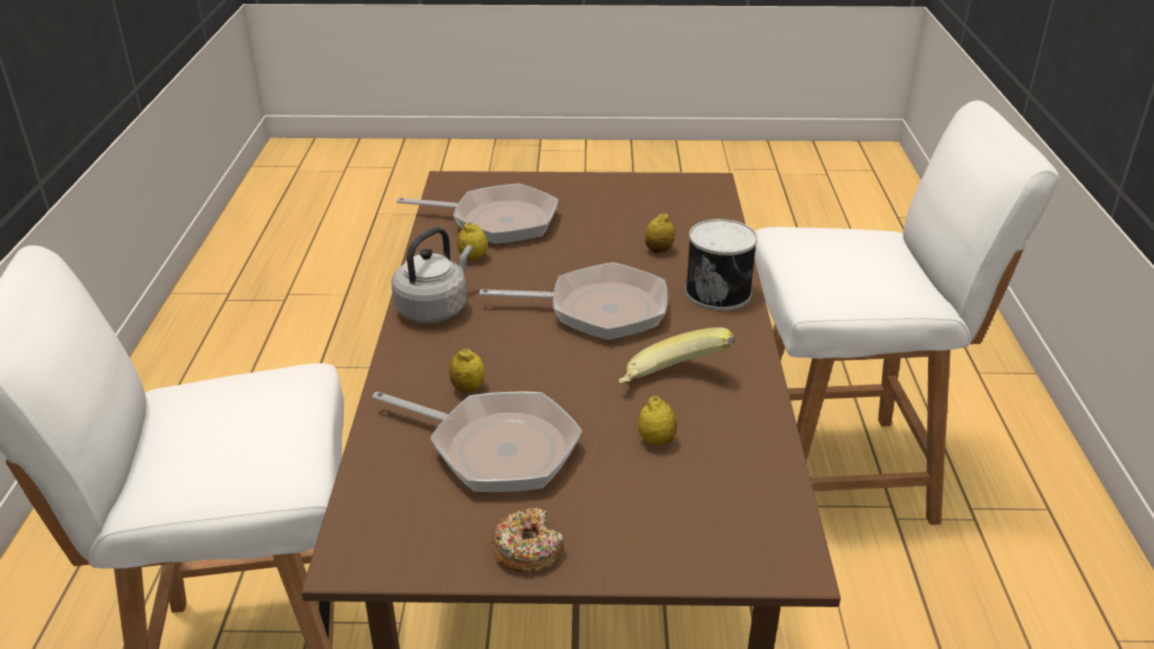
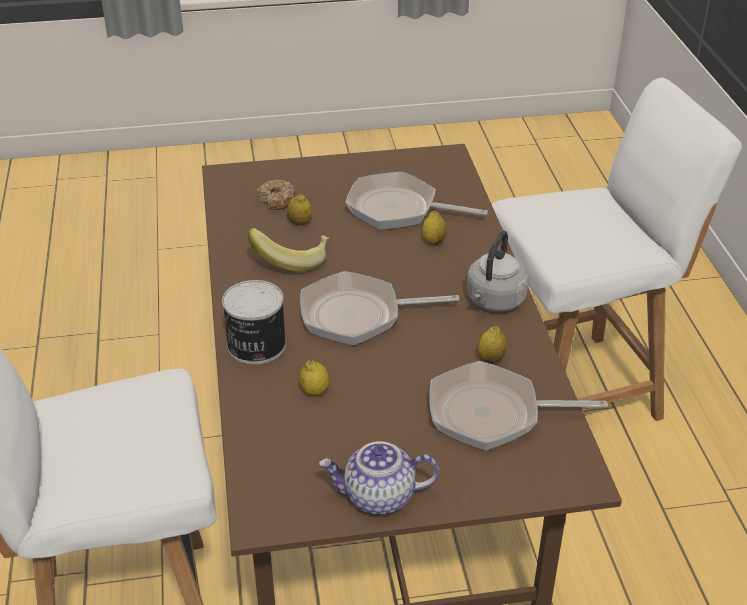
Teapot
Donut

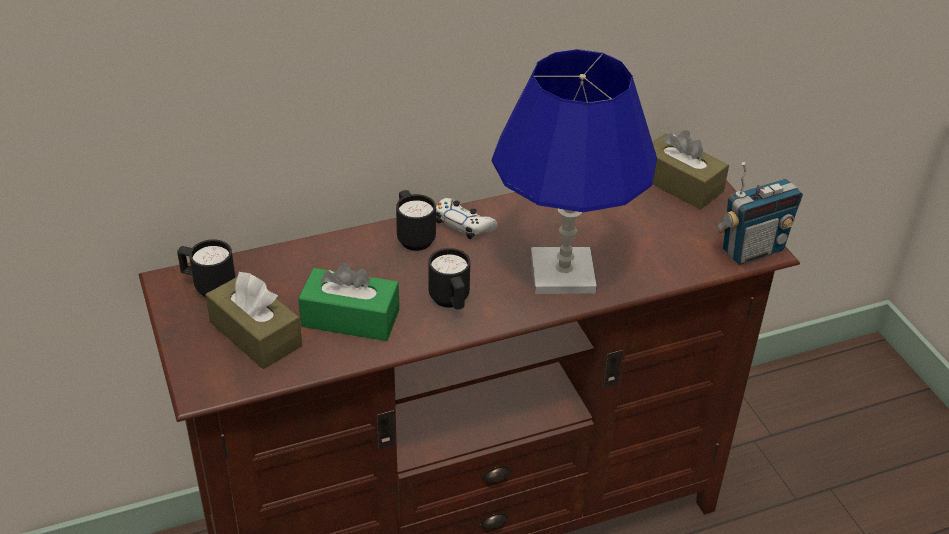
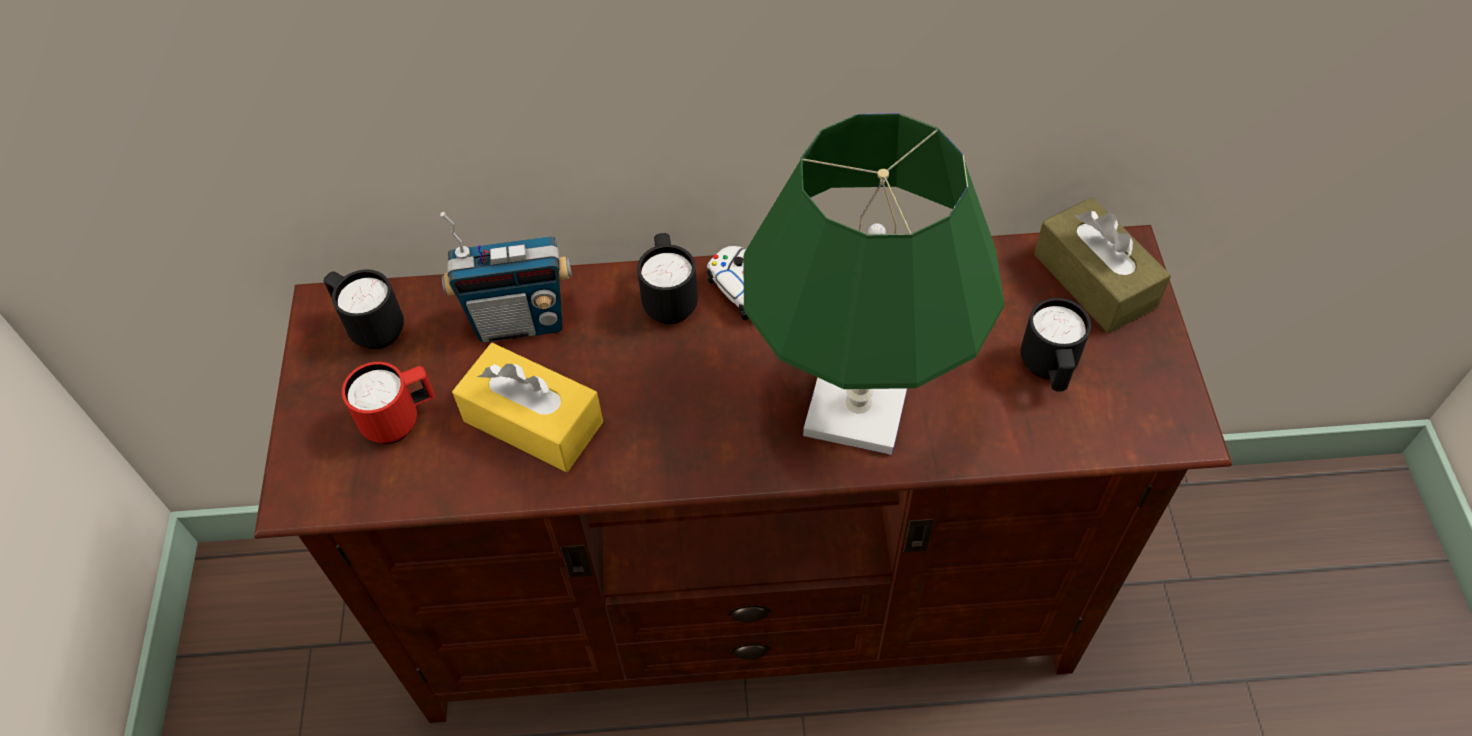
BlackMug (no. 3 from left)
Radio
RedMug
YellowTissueBox
GreenTableLamp

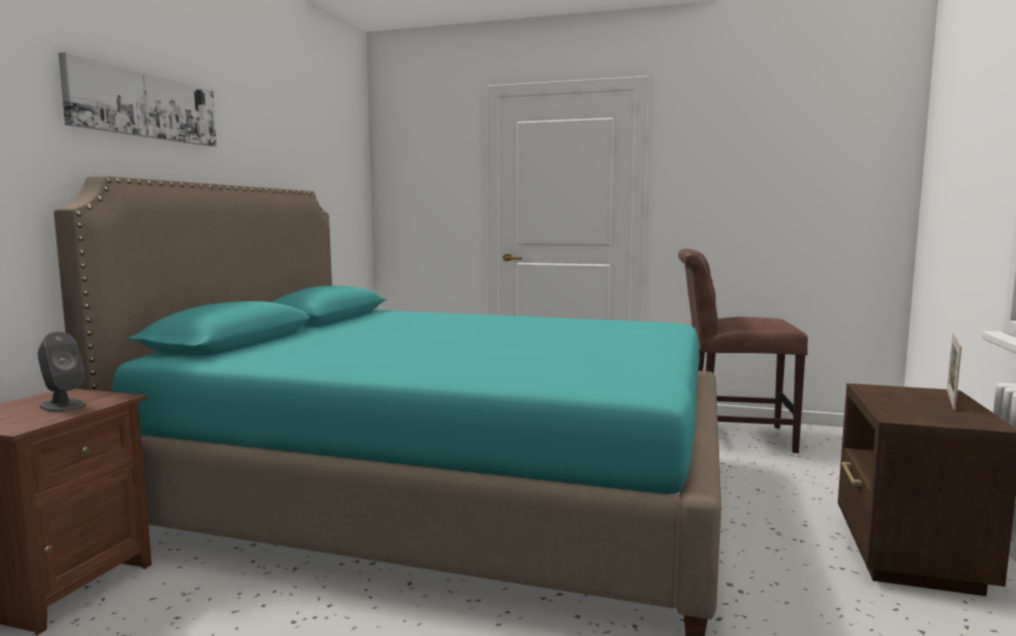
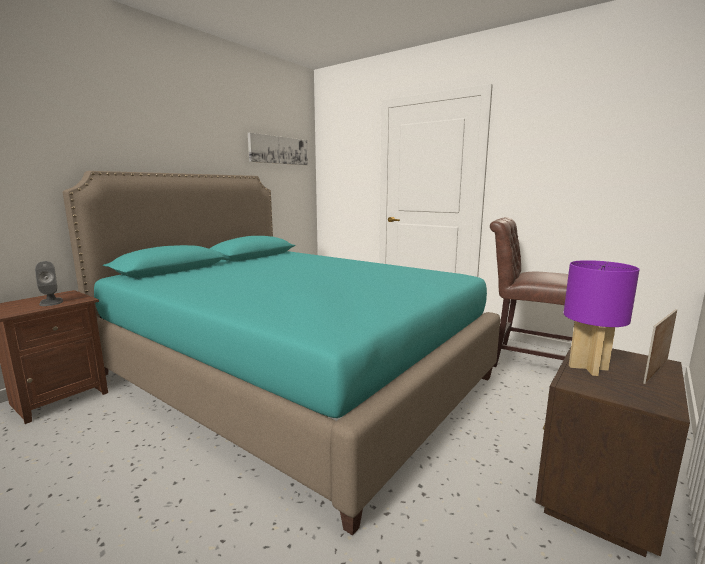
PurpleTableLamp
Picture

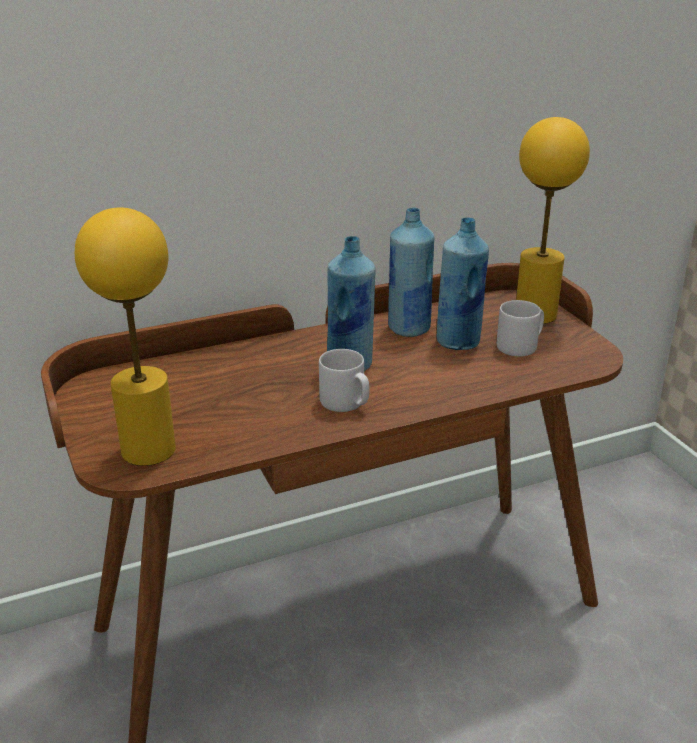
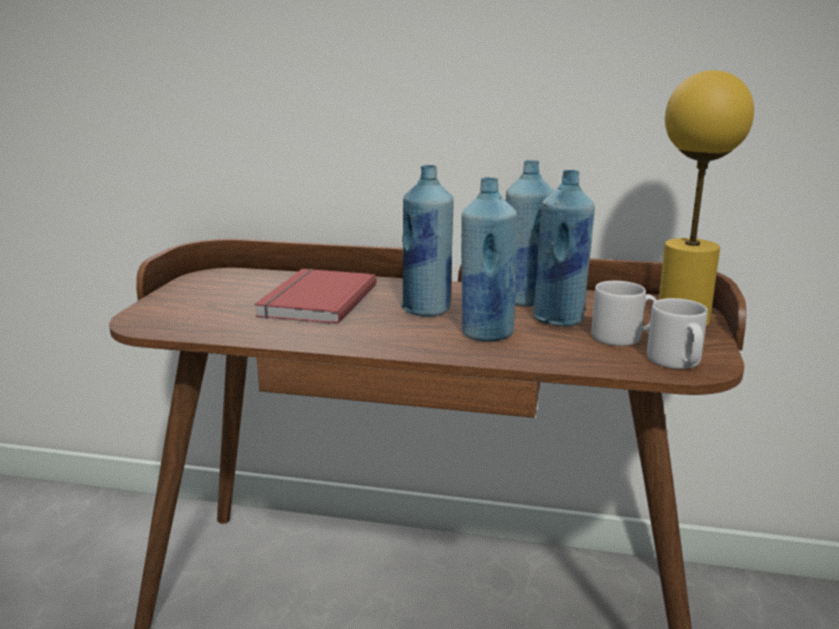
YellowTableLamp (no. 1 from left in the first image)
RedBook
BlueBottle (no. 2 from left)
GreyMug (no. 2 from left)

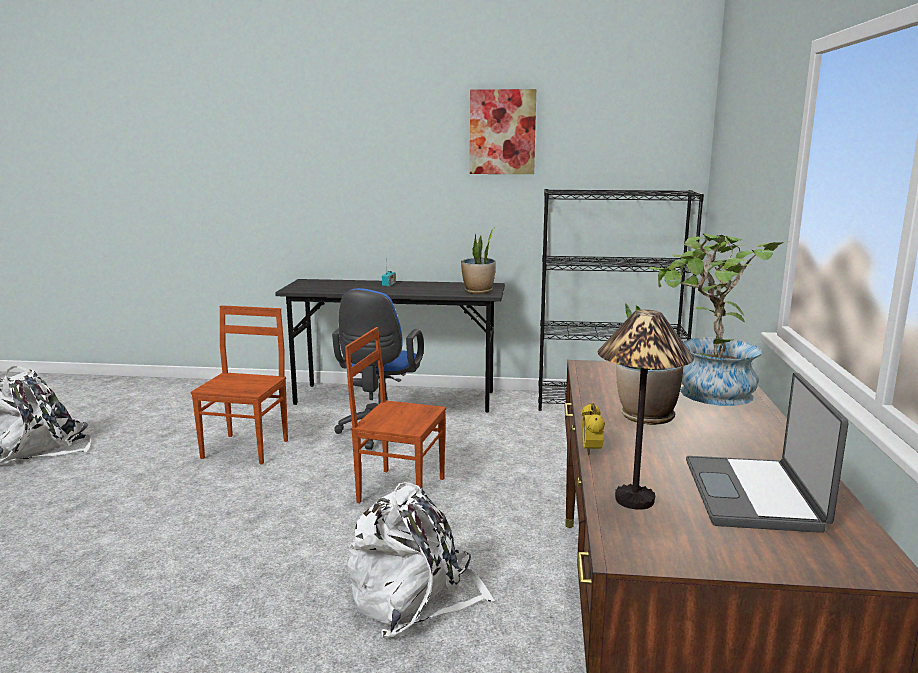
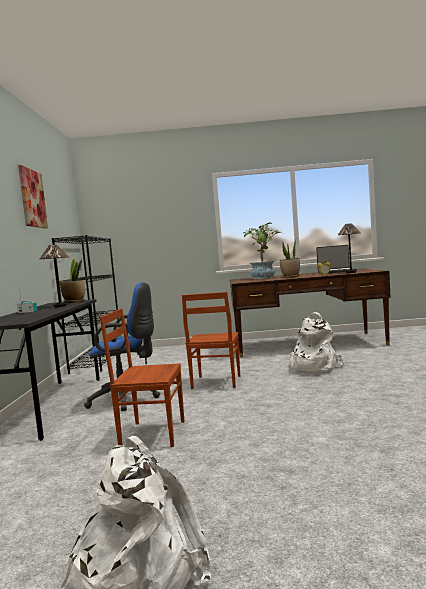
TableLamp (no. 1 from left)

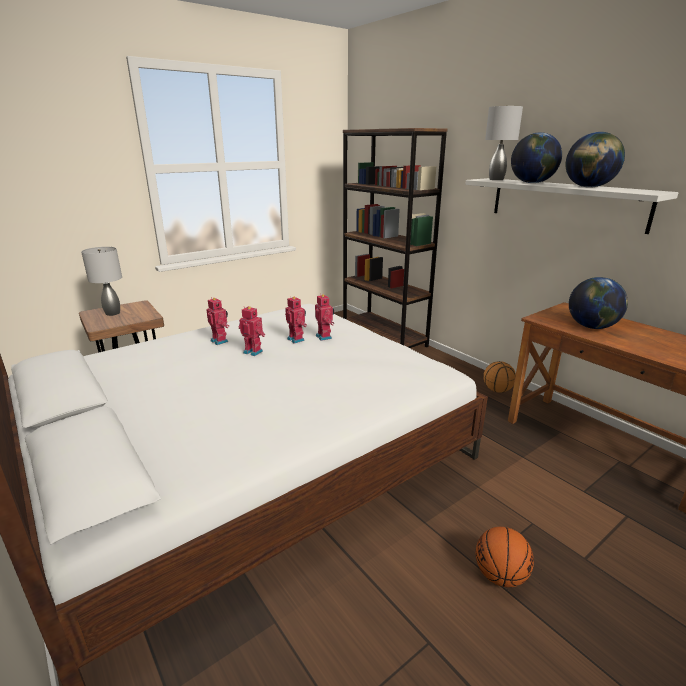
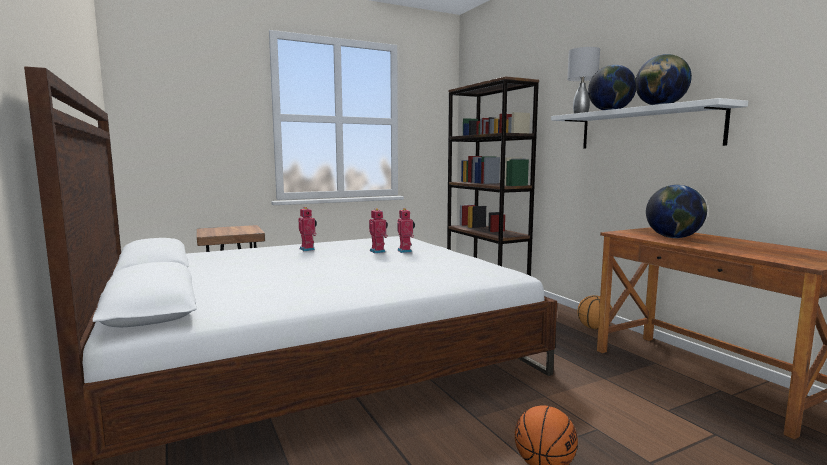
GreyTableLamp (no. 1 from left in the first image)
ToyRobot (no. 2 from left in the first image)

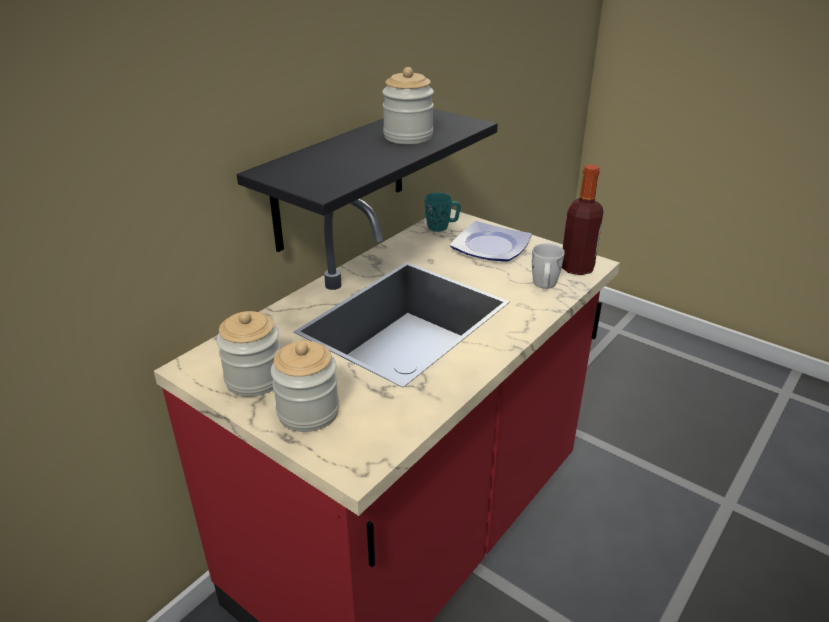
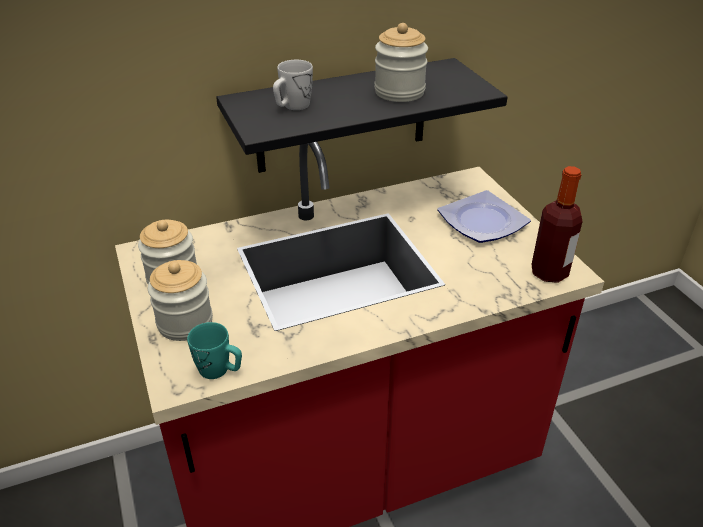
TurquoiseMug
WhiteMug

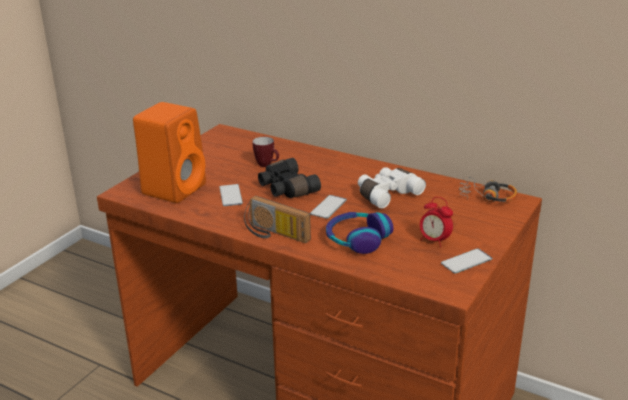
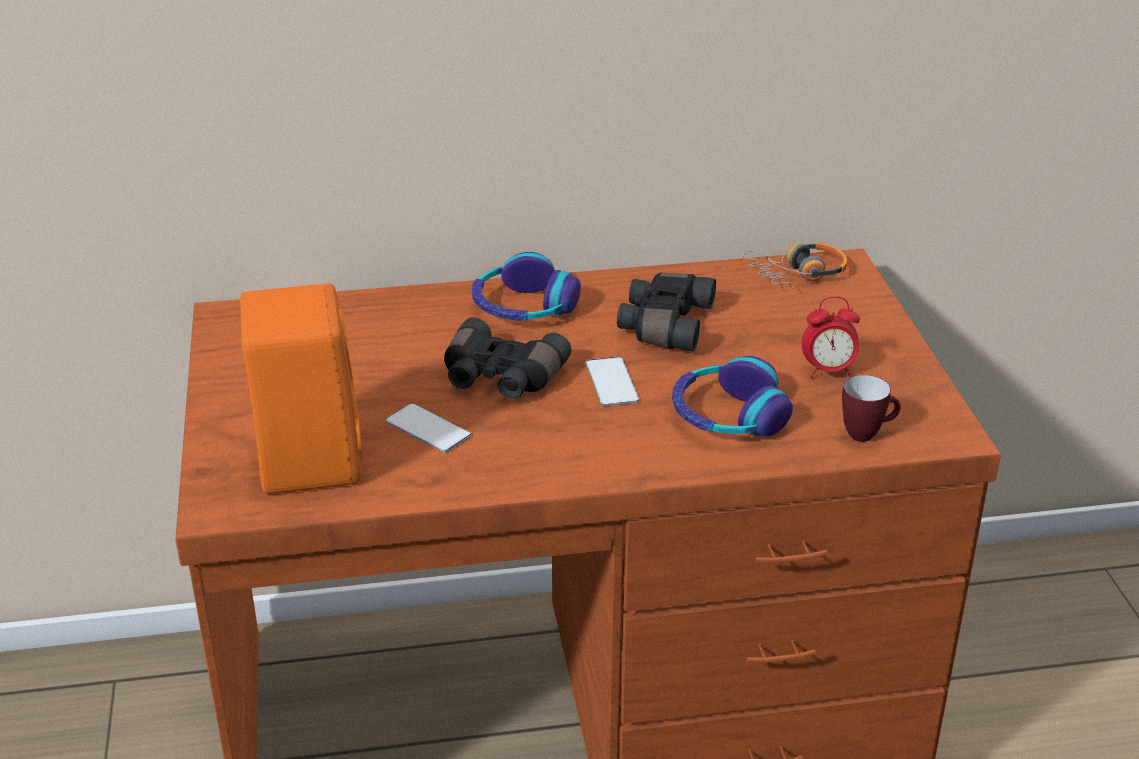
Radio
Phone (no. 3 from left in the first image)
Headphones (no. 1 from left)
Mug
BlackBinoculars (no. 2 from left)

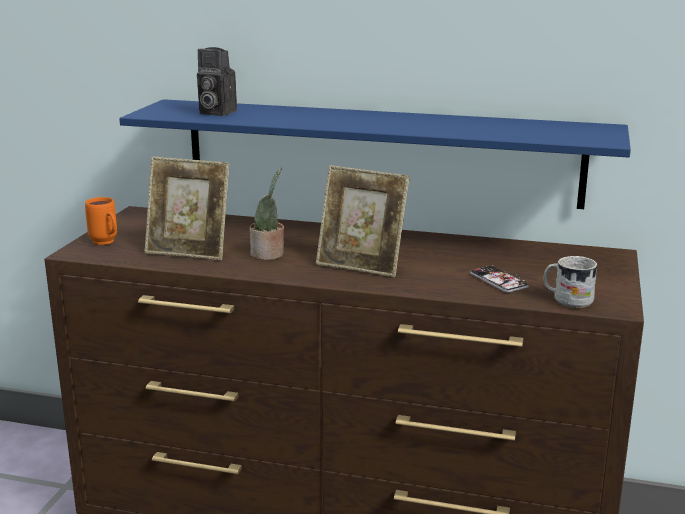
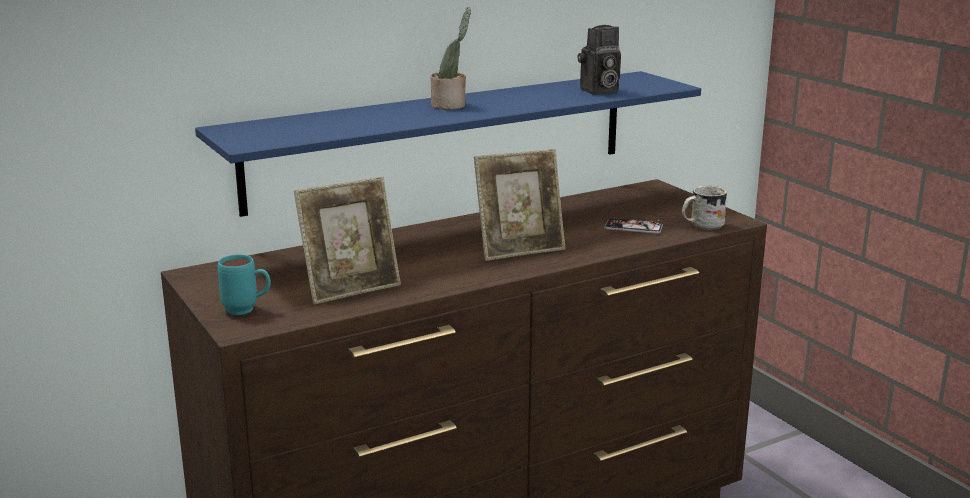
PhotoCamera
PottedPlant
TurquoiseMug

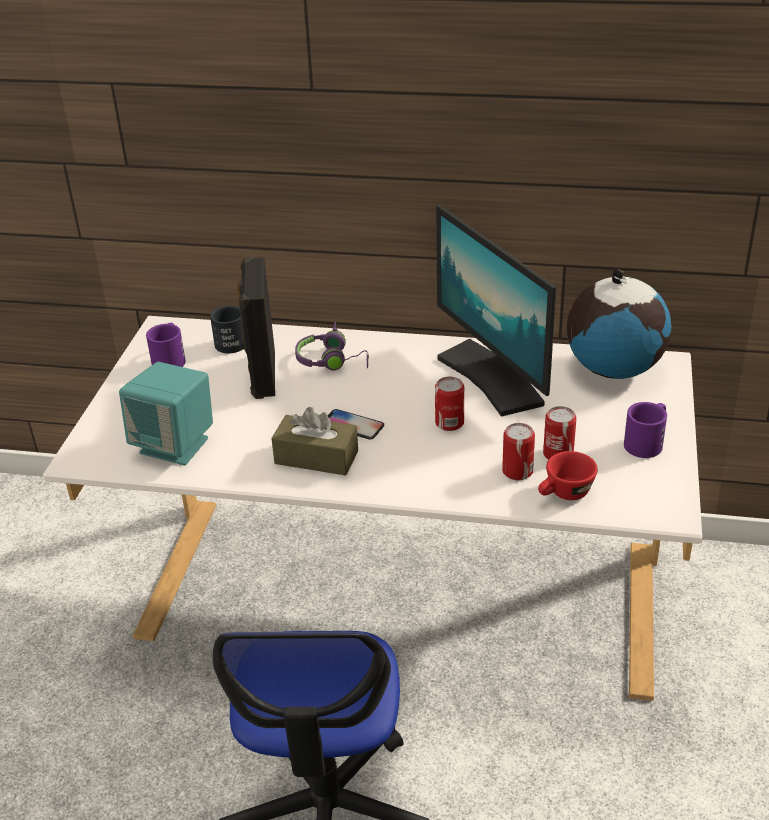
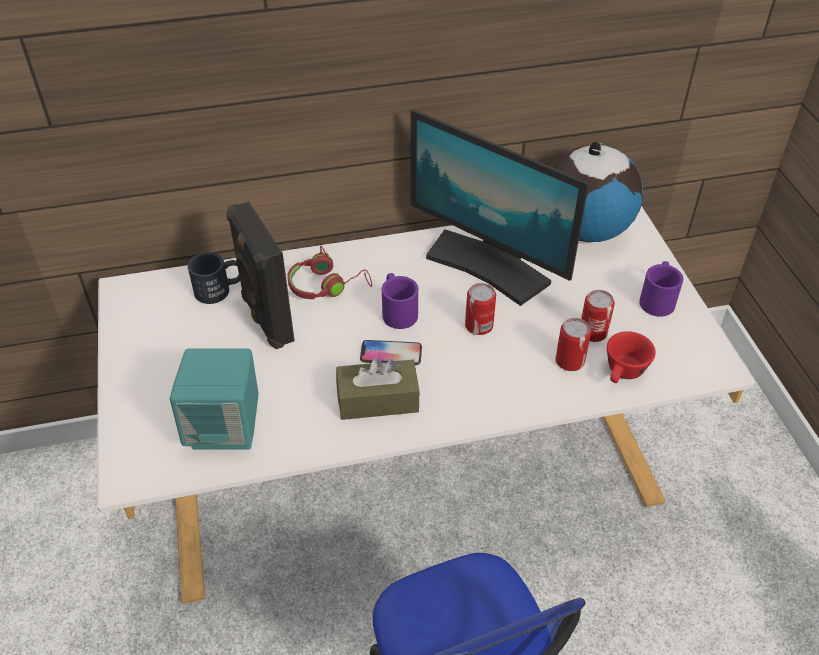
PurpleMug (no. 1 from left)
RedHeadphones

